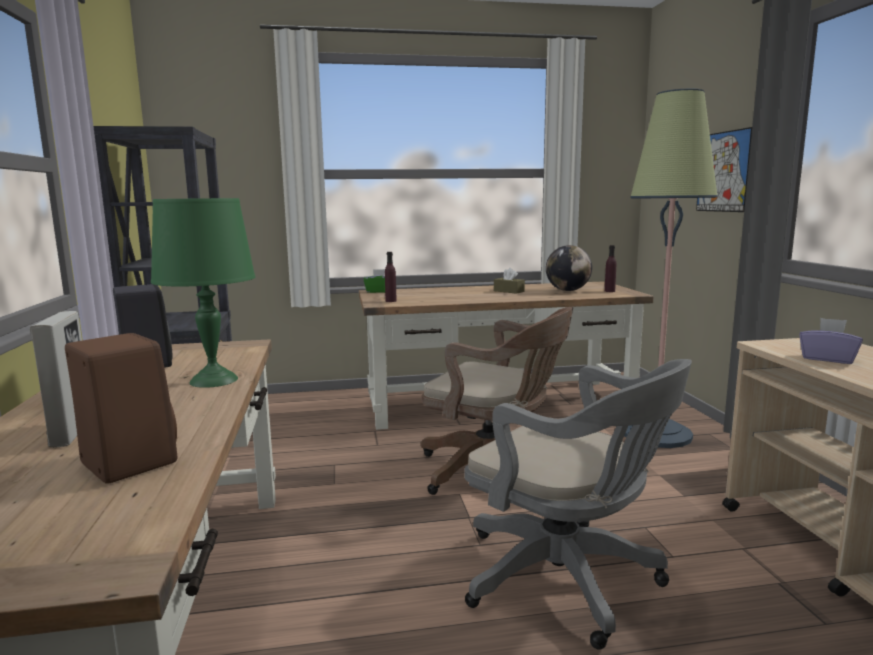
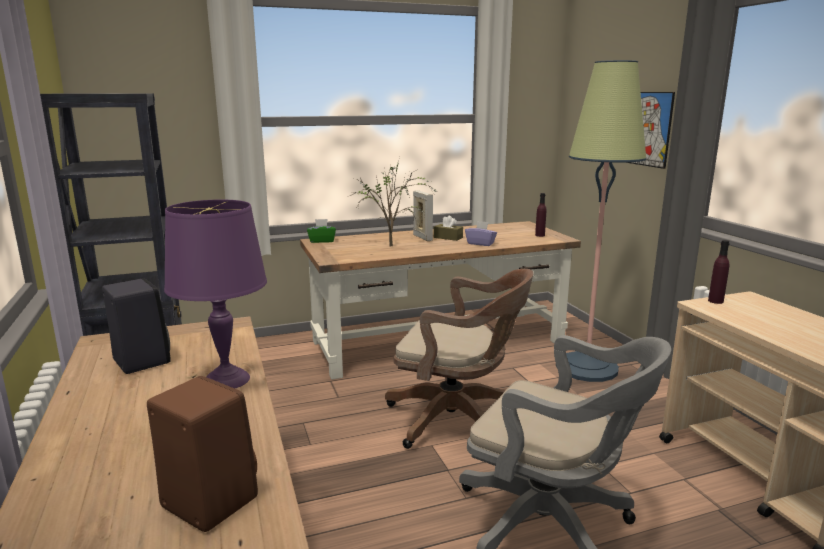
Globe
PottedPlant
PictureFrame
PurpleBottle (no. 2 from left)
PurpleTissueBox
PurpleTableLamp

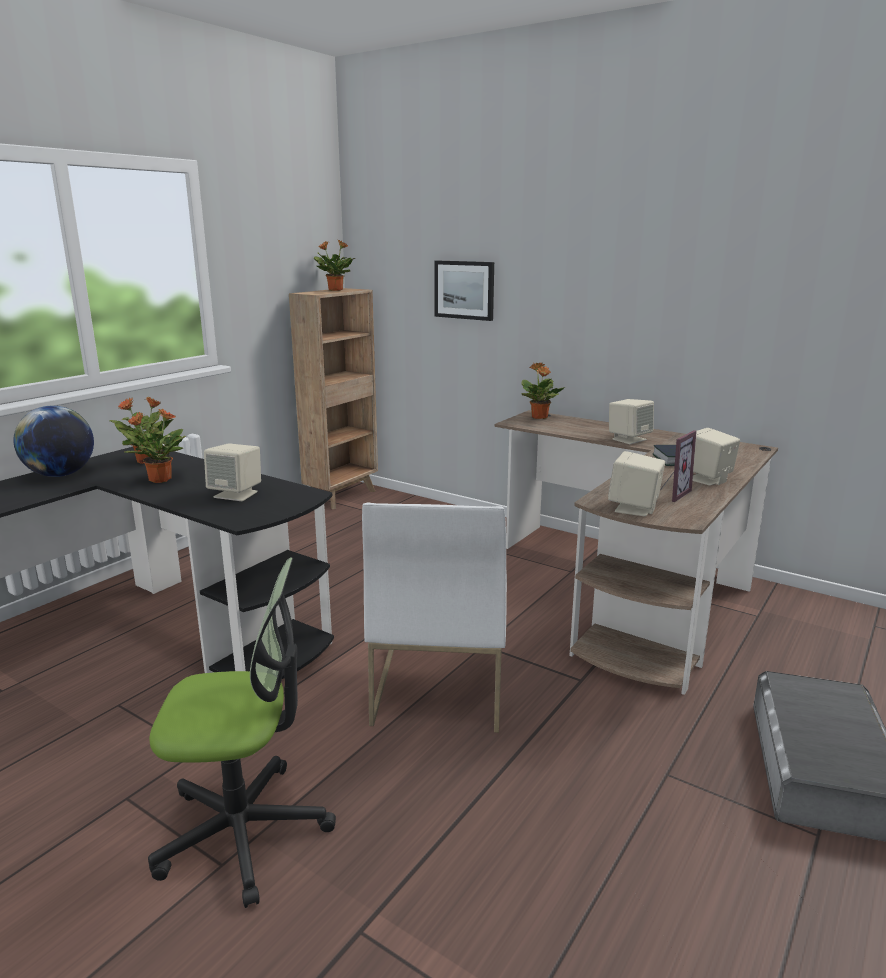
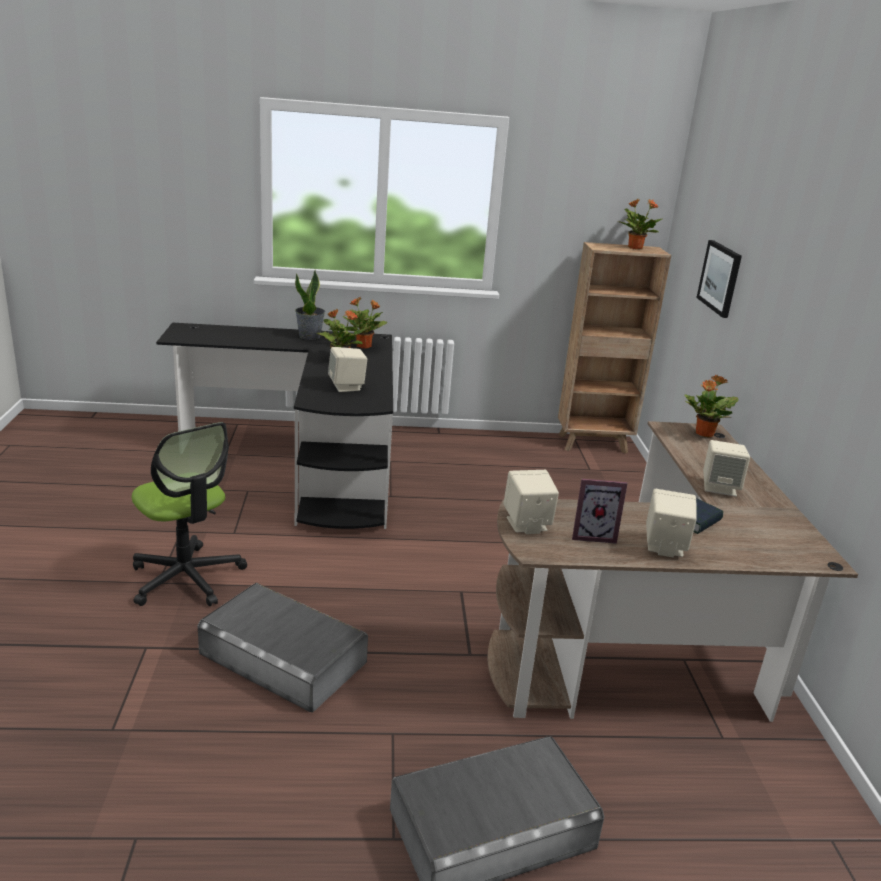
WhiteChair
GreyStorageBox (no. 1 from left)
PottedPlant (no. 1 from left)

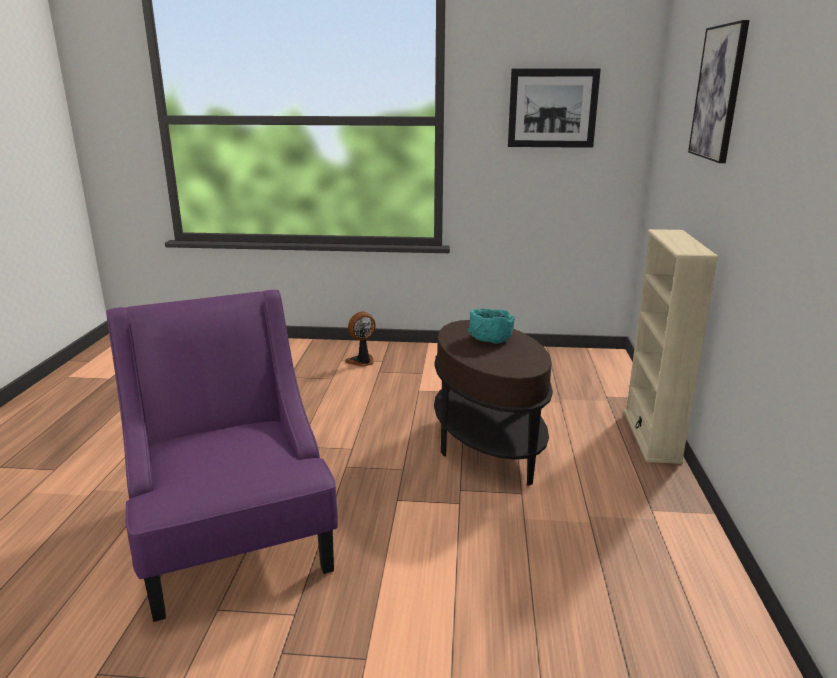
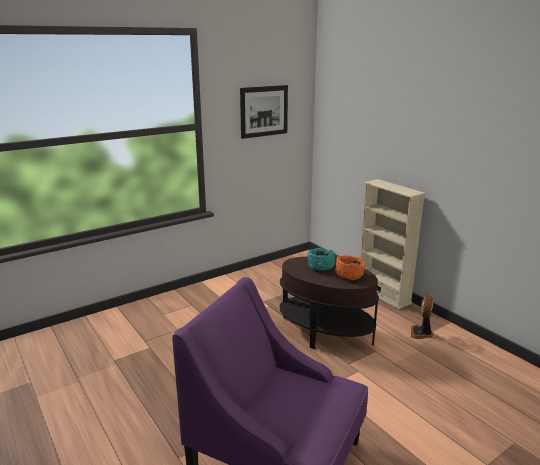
Picture (no. 2 from left in the first image)
OrangeBowl
Fan

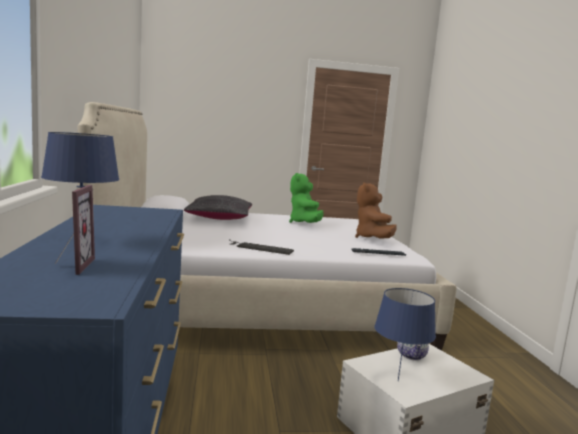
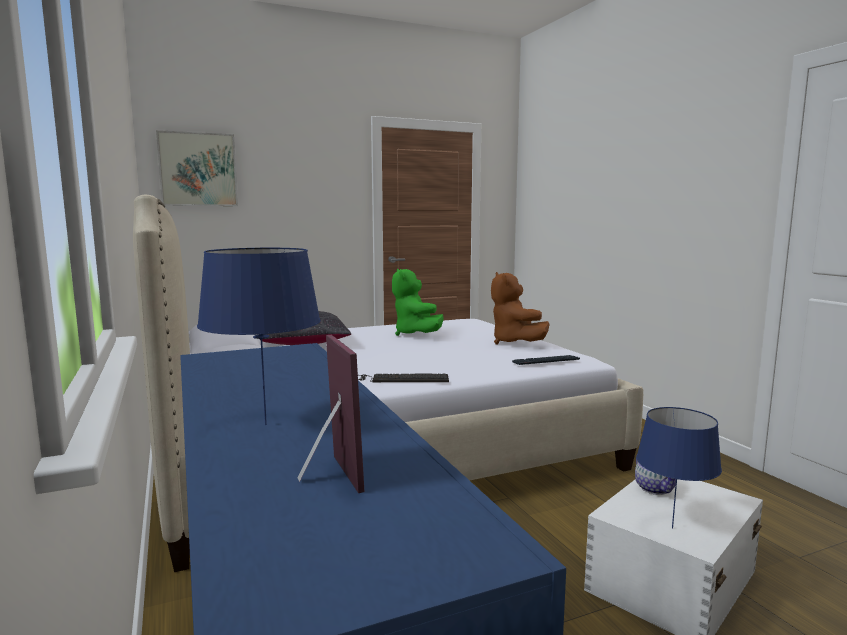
Picture

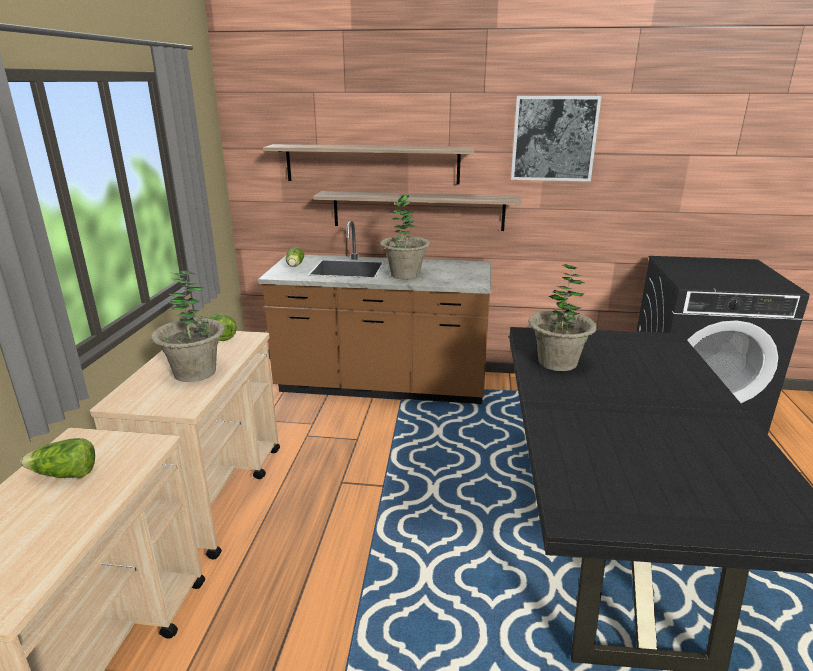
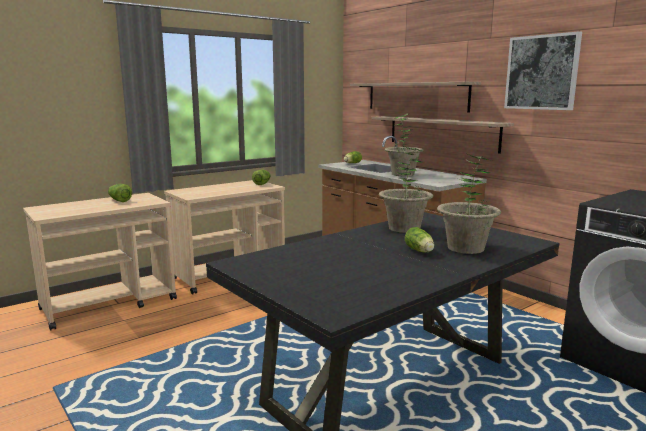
Lettuce (no. 4 from left)
PottedPlant (no. 3 from left)

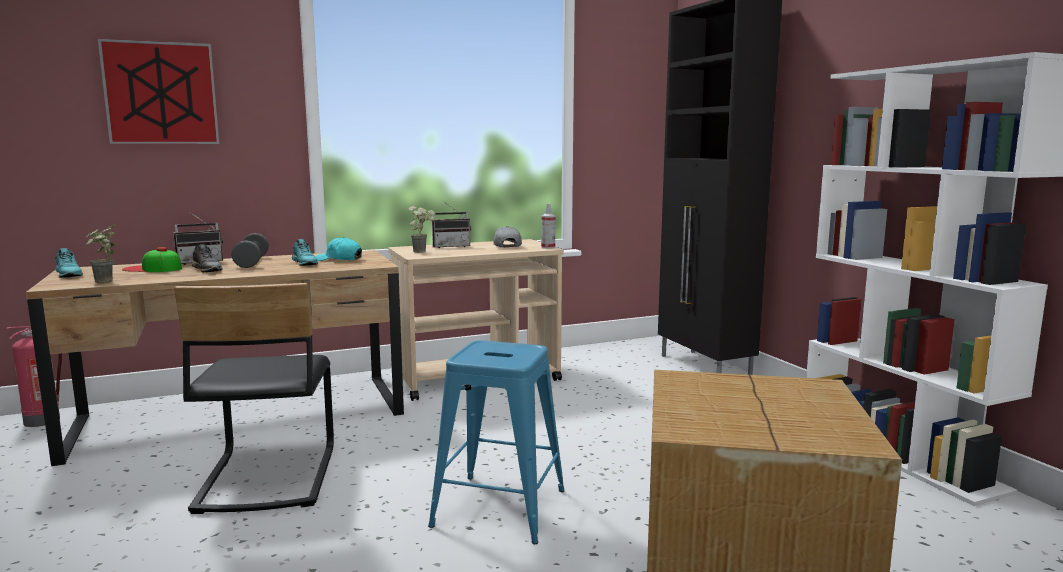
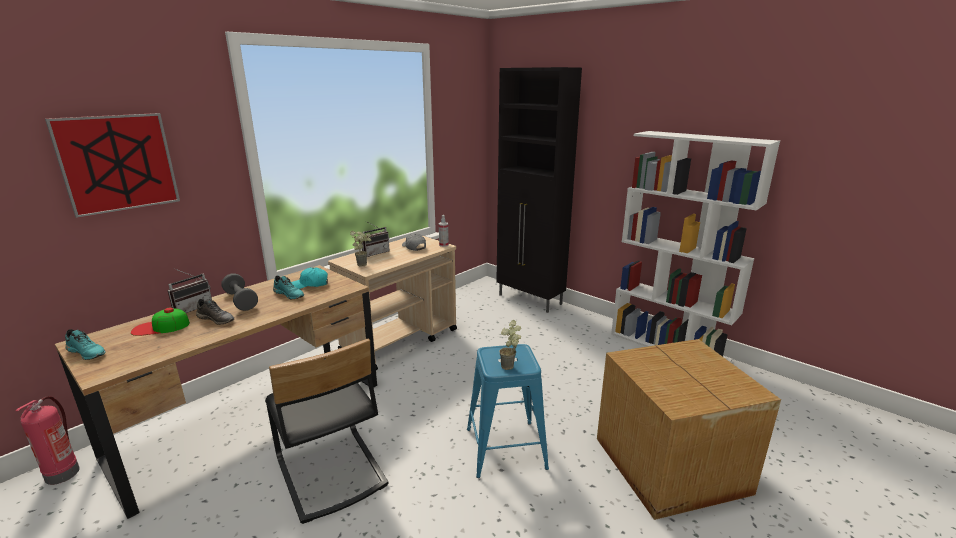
PottedPlant (no. 2 from left)

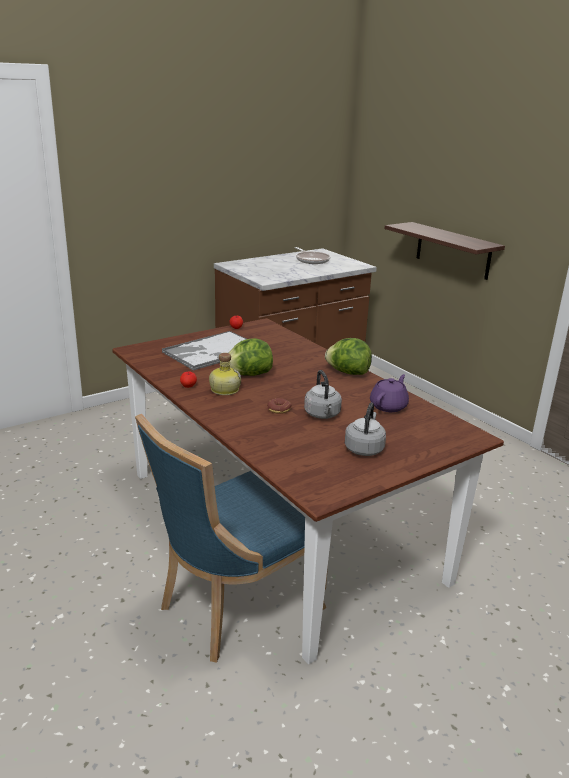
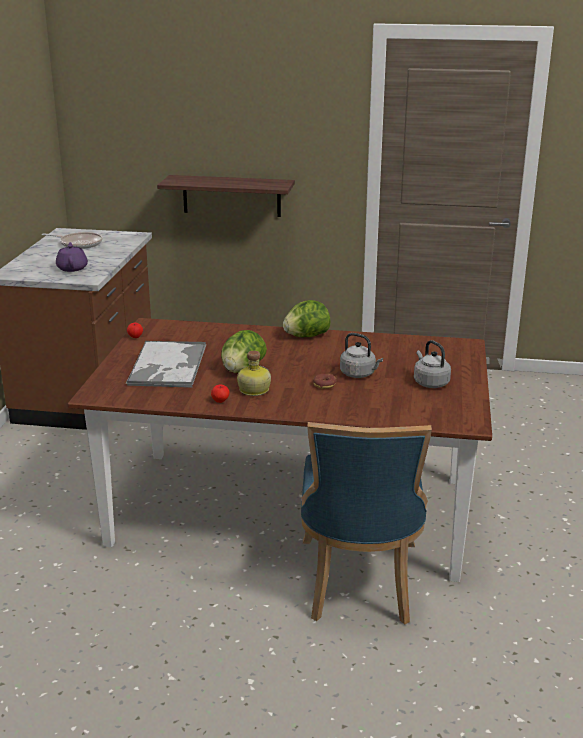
PurpleTeapot

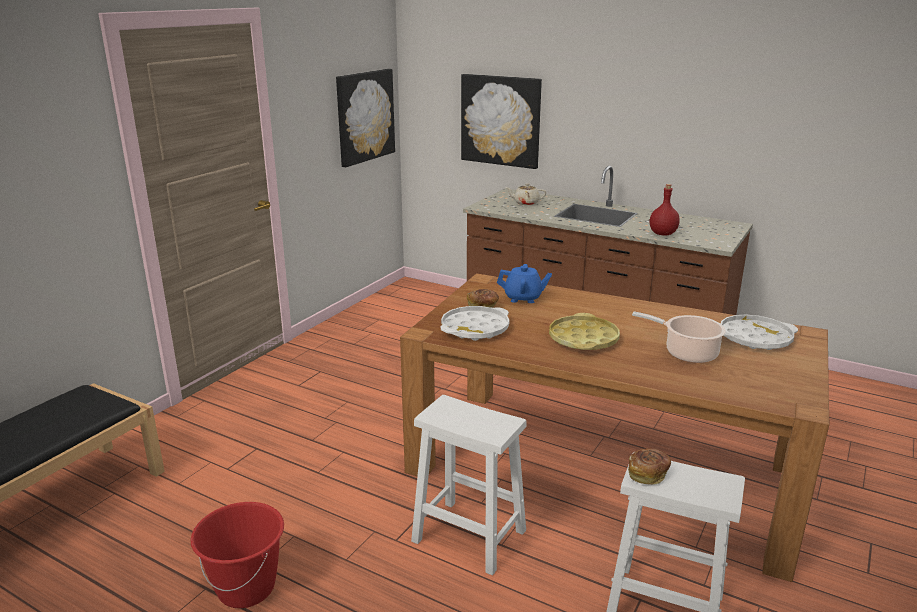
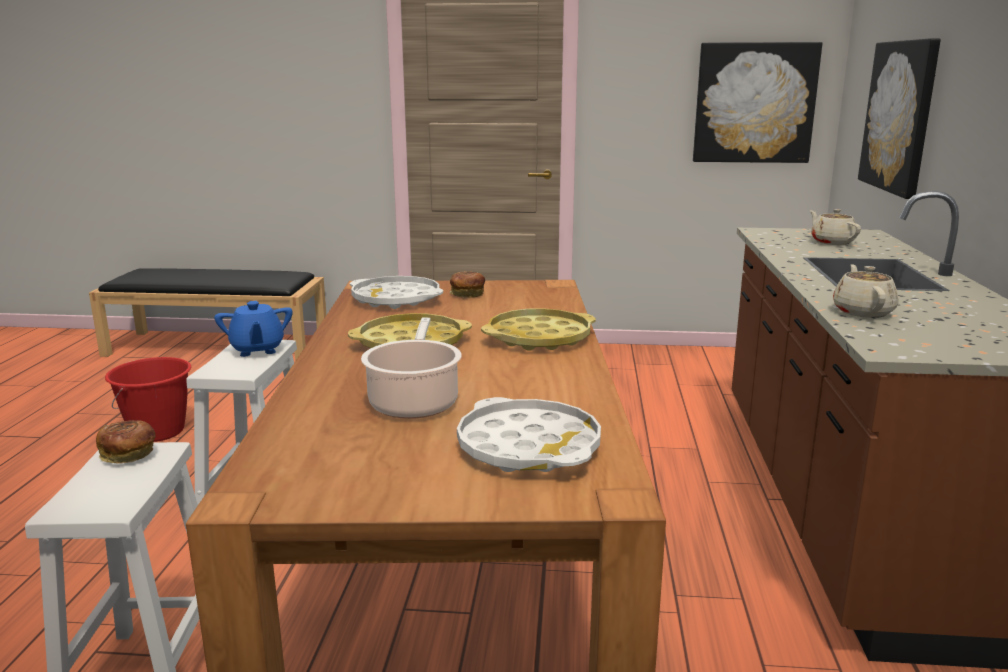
YellowTray (no. 2 from left)
BlueTeapot
BeigeTeapot (no. 2 from left)

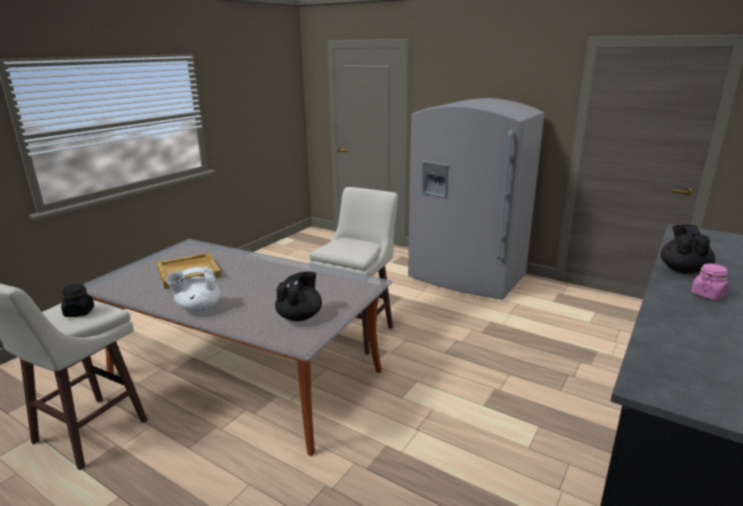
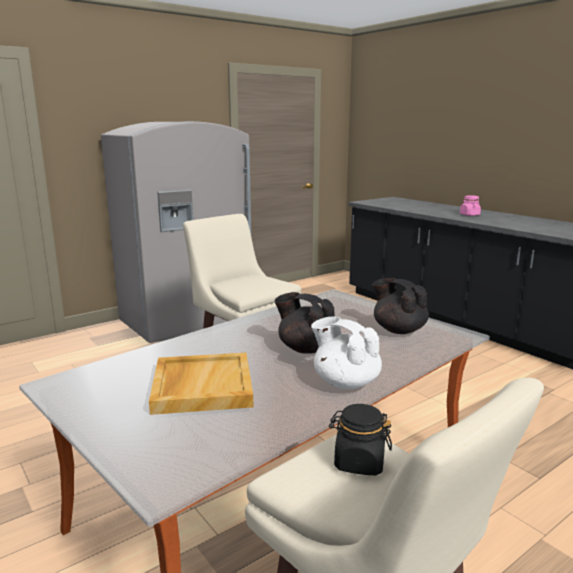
BlackTeapot (no. 1 from left)
WhiteTeapot

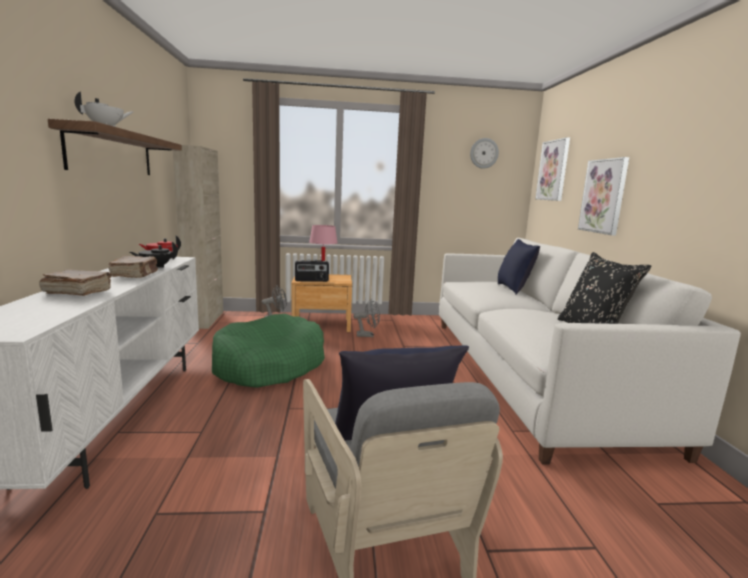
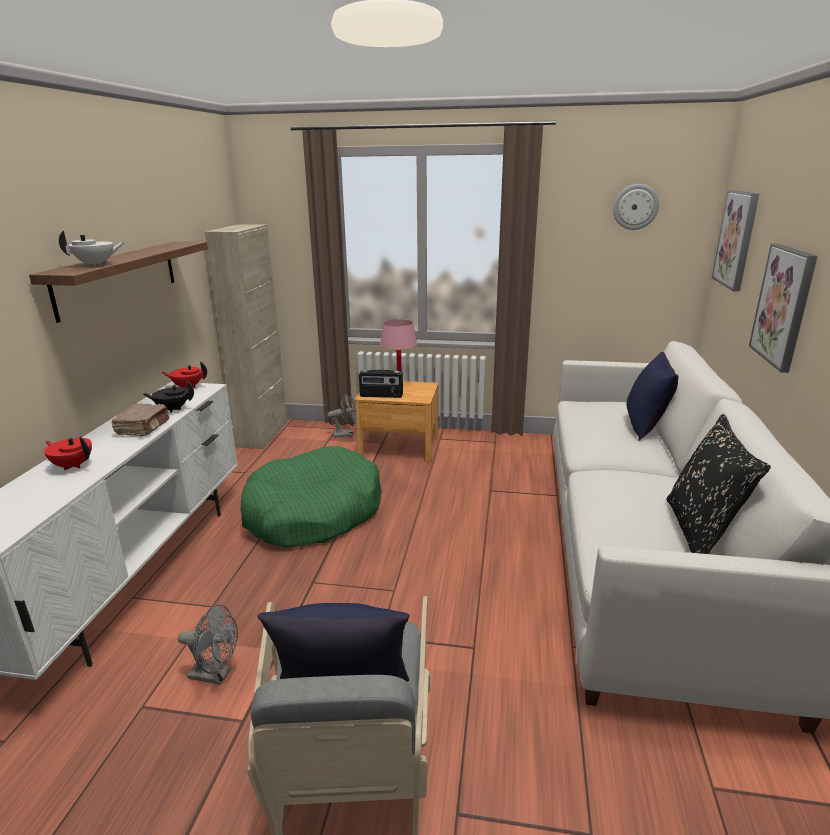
GreyFan (no. 1 from left)
RedTeapot (no. 1 from left)

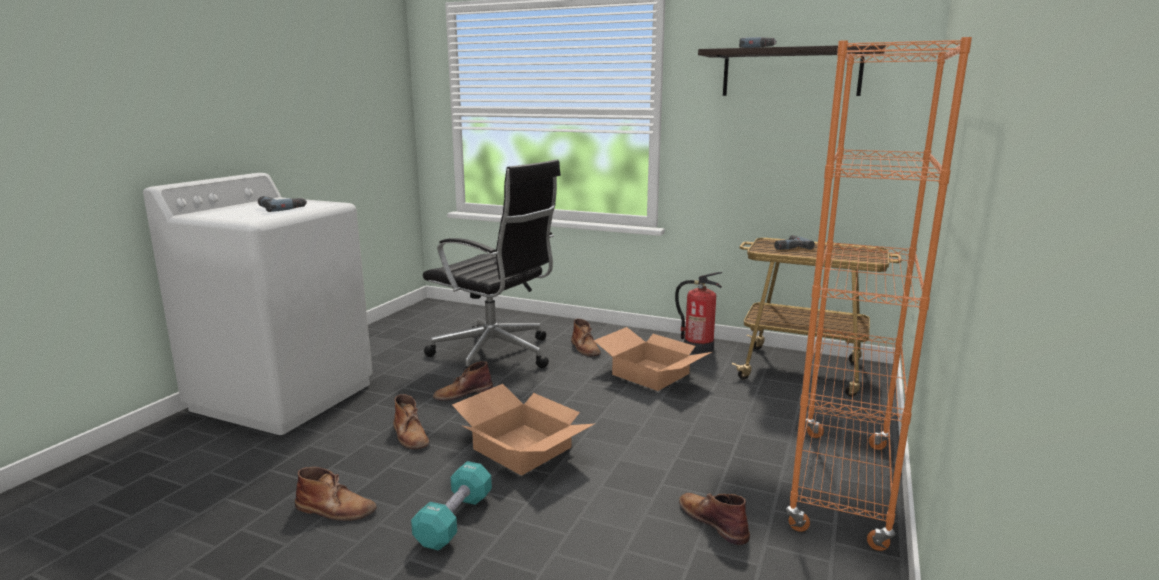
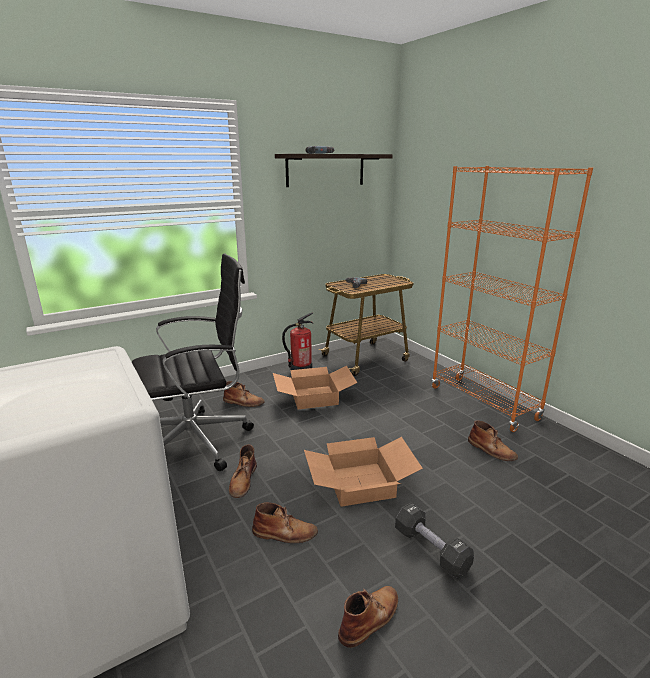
PowerDrill (no. 1 from left in the first image)
BlackDumbbell
BrownBoot (no. 5 from left)

